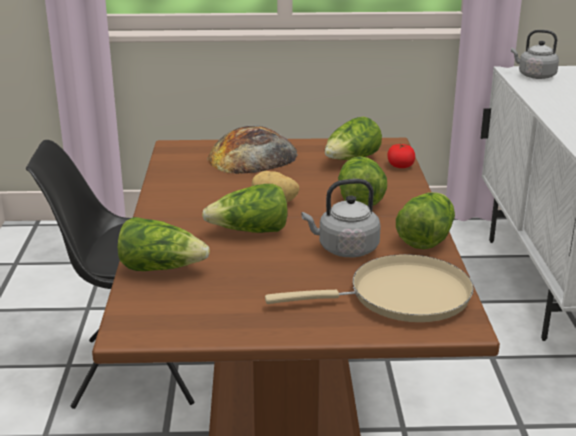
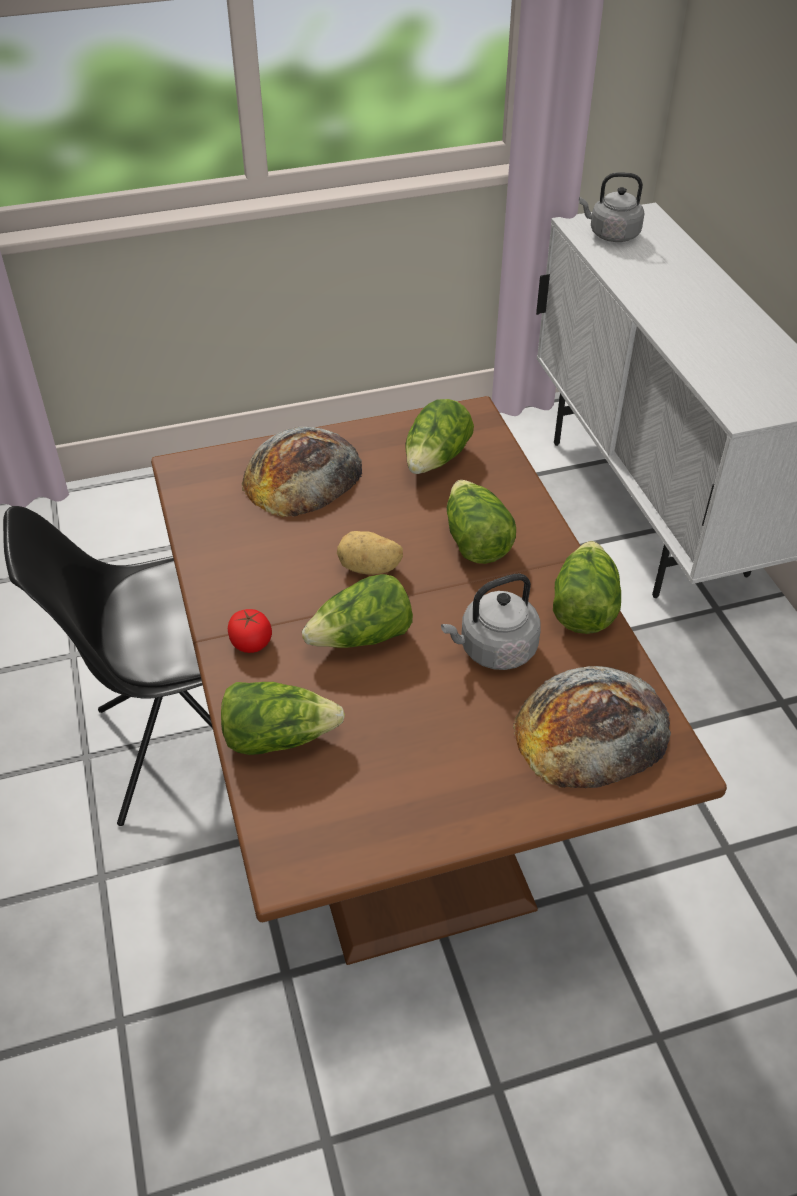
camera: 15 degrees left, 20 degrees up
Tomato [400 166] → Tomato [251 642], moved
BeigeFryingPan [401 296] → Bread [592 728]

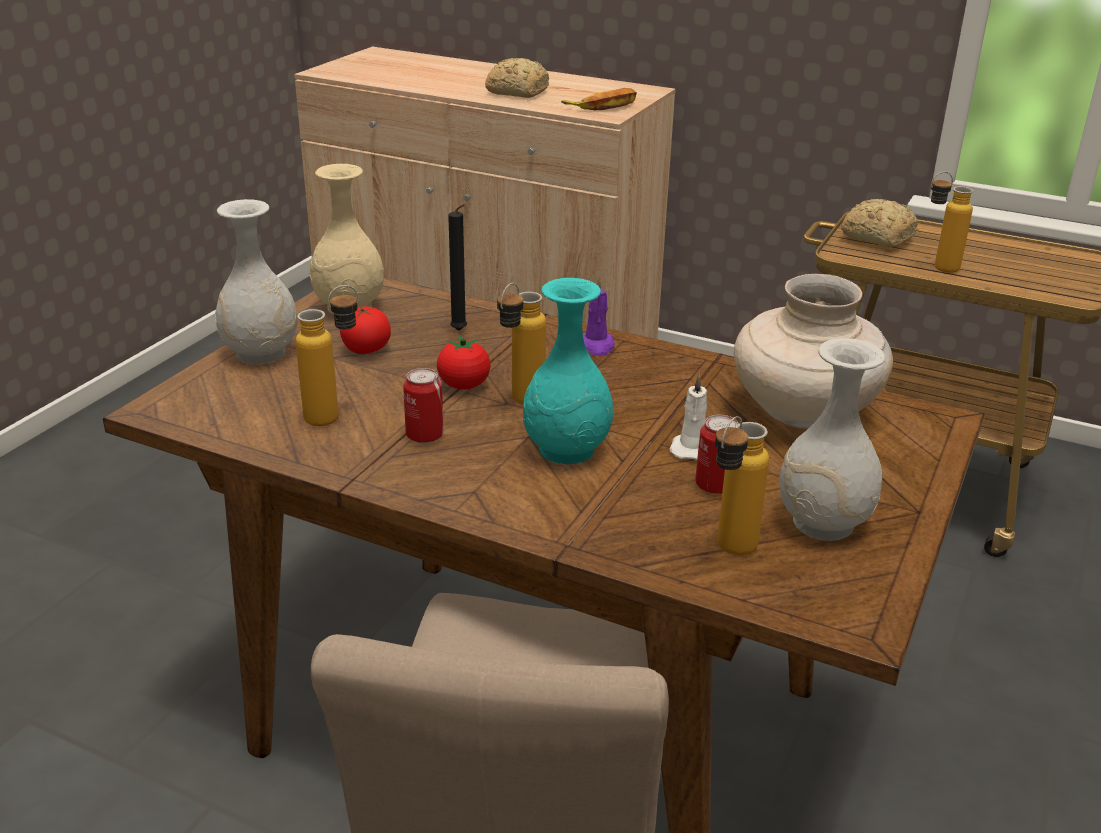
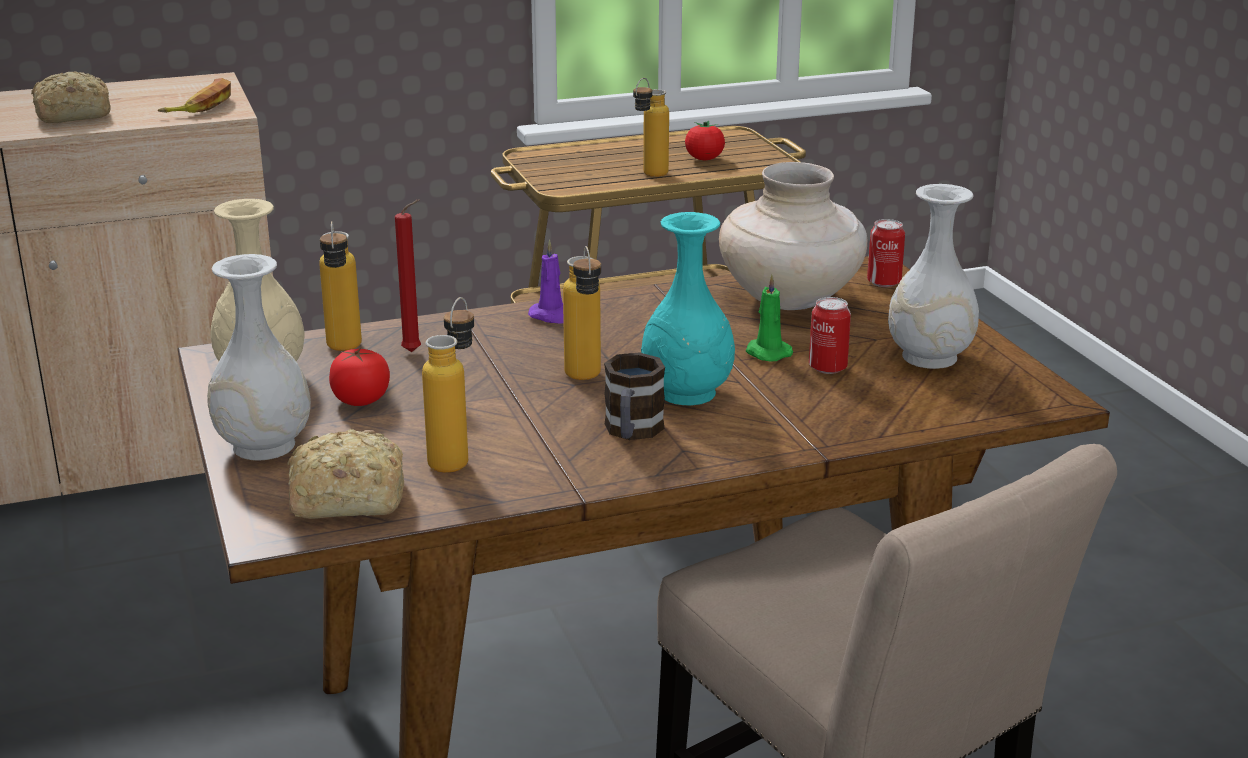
camera: 45 degrees left, 5 degrees down
- → Mug [632 432]
Can [424 435] → Can [884 282], moved
Tomato [464 385] → Tomato [704 159], moved
Bottle [728 553] → Bottle [343 351], moved
Bread [876 237] → Bread [344 498], moved
BlackCandle [460 331] → RedCandle [415 352]
WhiteCandle [691 448] → GreenCandle [766 353]

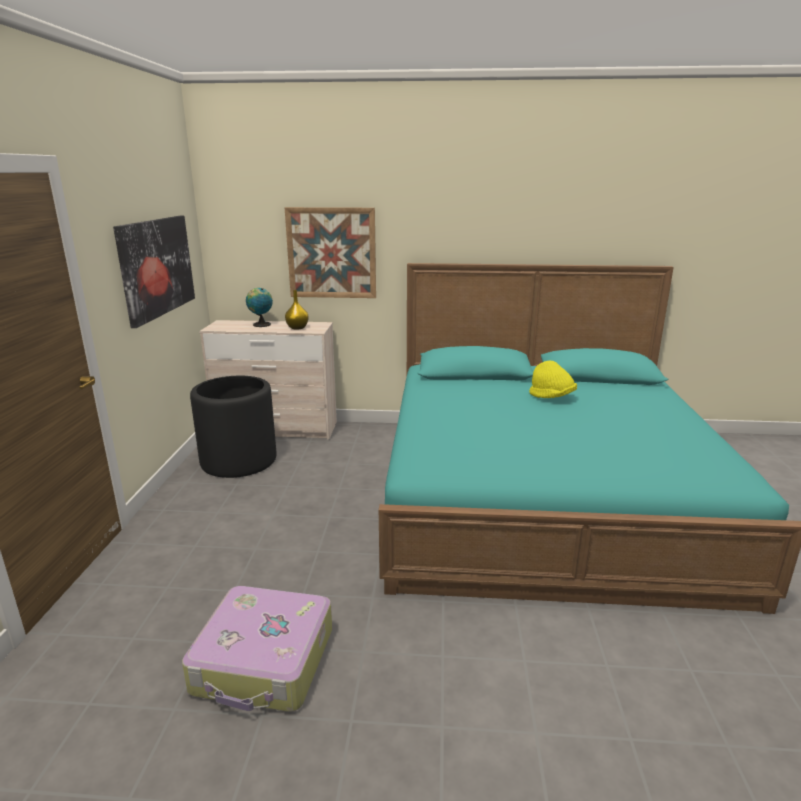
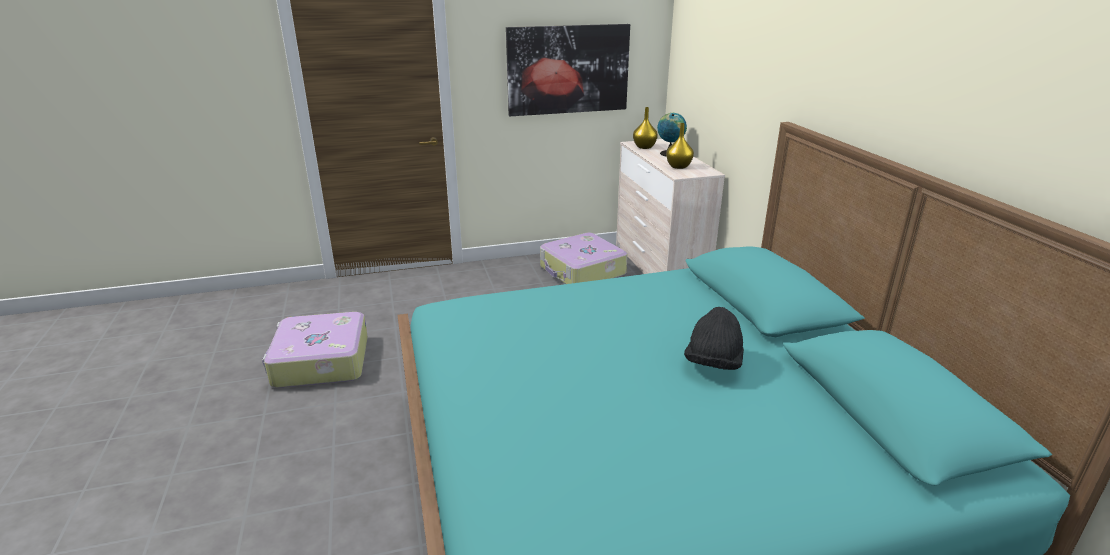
camera: 70 degrees right, 5 degrees up
Picture [331 253] → -
- → YellowVase [644 147]
BlackPlanter [239 460] → Suitcase [582 271]
YellowHat [552 397] → BlackHat [713 364]

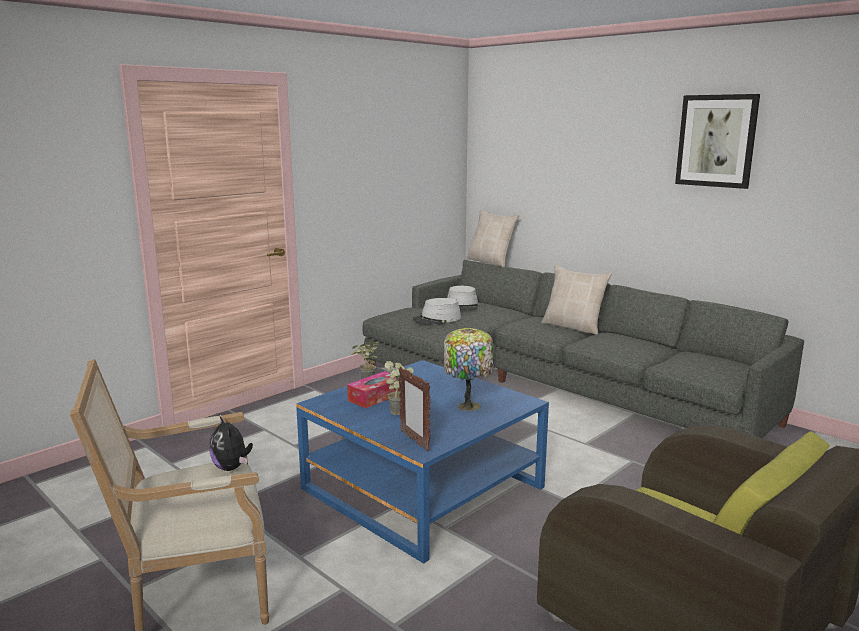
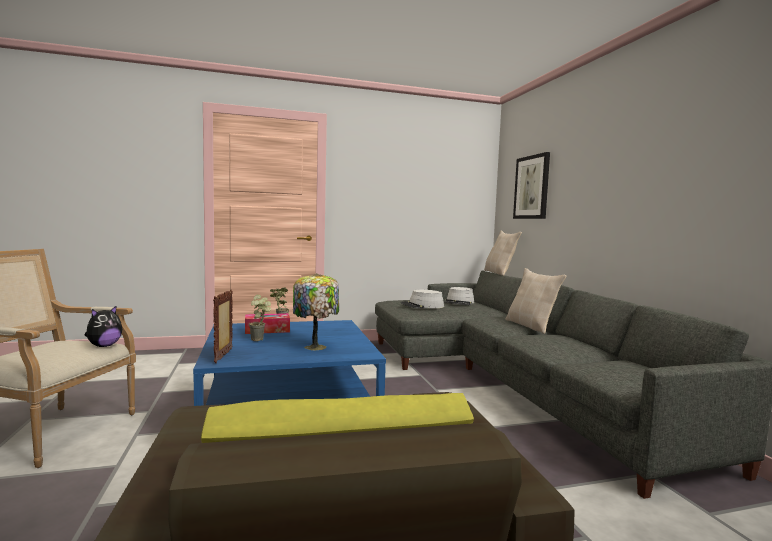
camera: 30 degrees right, 10 degrees down
Picture [716 141] → Picture [532 187], moved
PlushToy [232 467] → PlushToy [104 346], 150 degrees counterclockwise

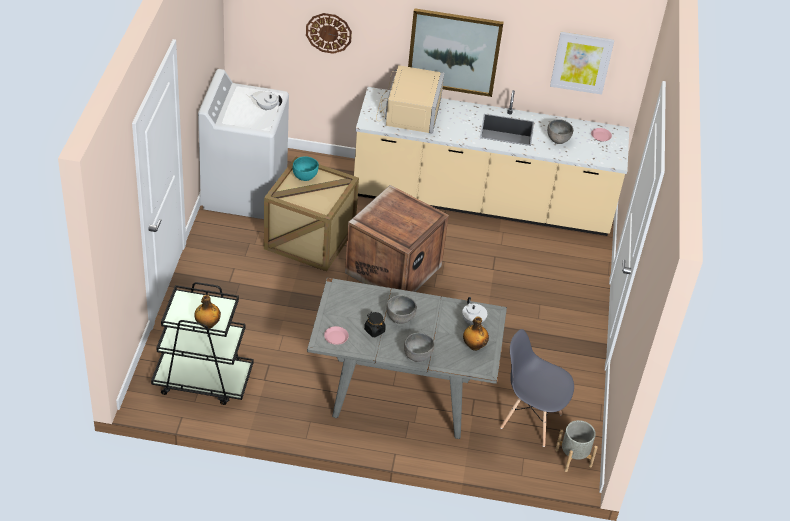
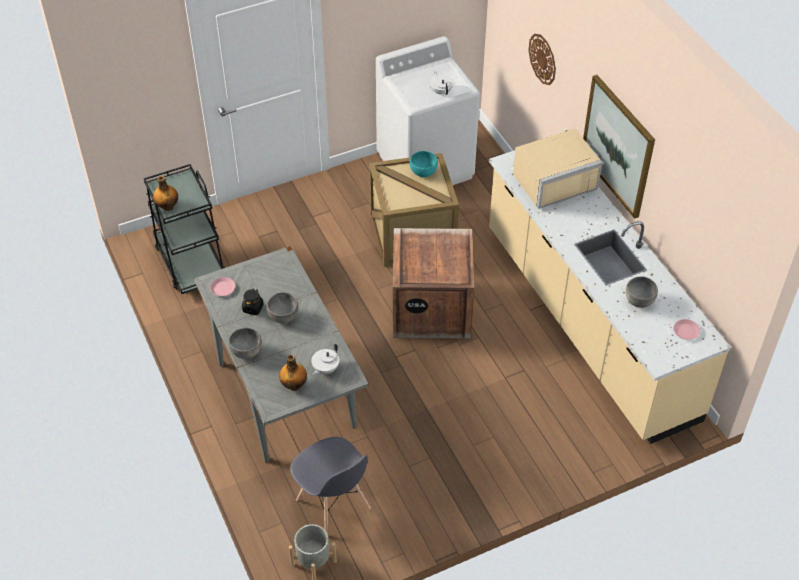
camera: 60 degrees right, 5 degrees up
Picture [581 62] → -
GreyChair [530 420] → GreyChair [333 505], 150 degrees clockwise

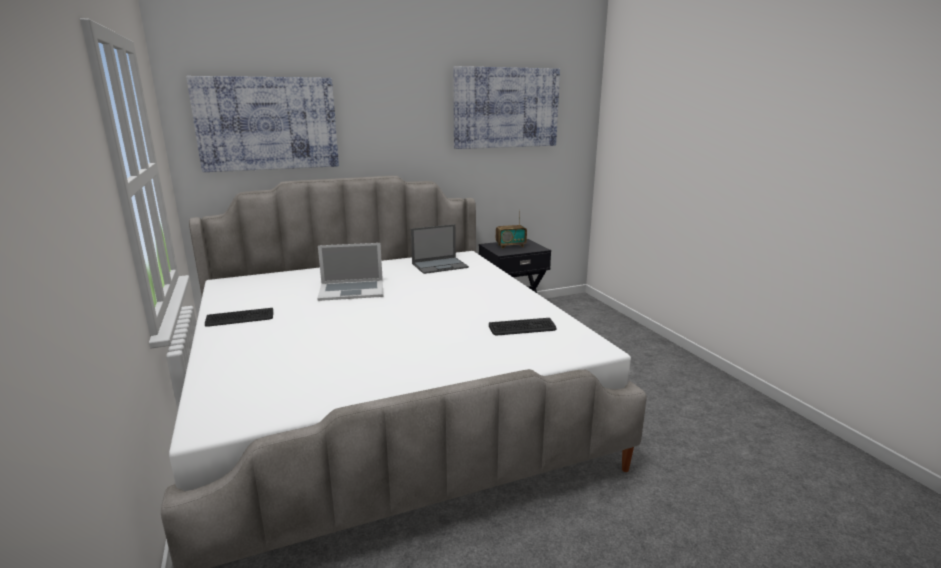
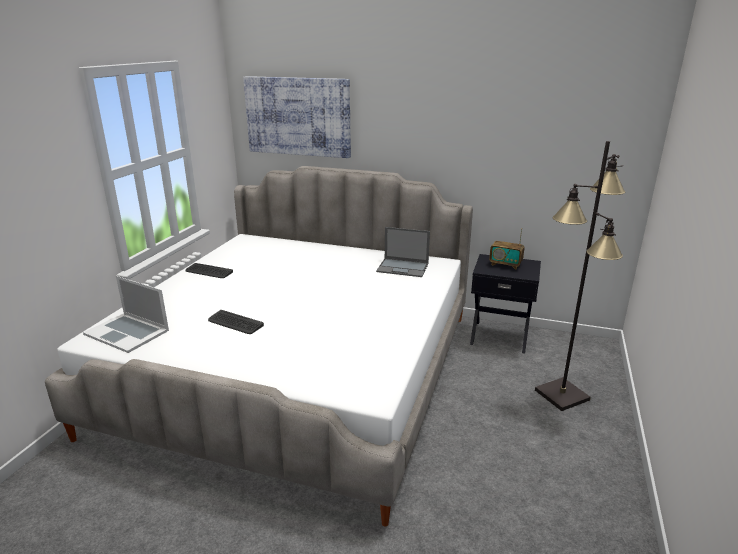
camera: 40 degrees right, 5 degrees up
Picture [505 108] → -
- → BlackFloorLamp [562 395]
Laptop [351 290] → Laptop [127 332], moved
Keyboard [522 328] → Keyboard [235 323], moved

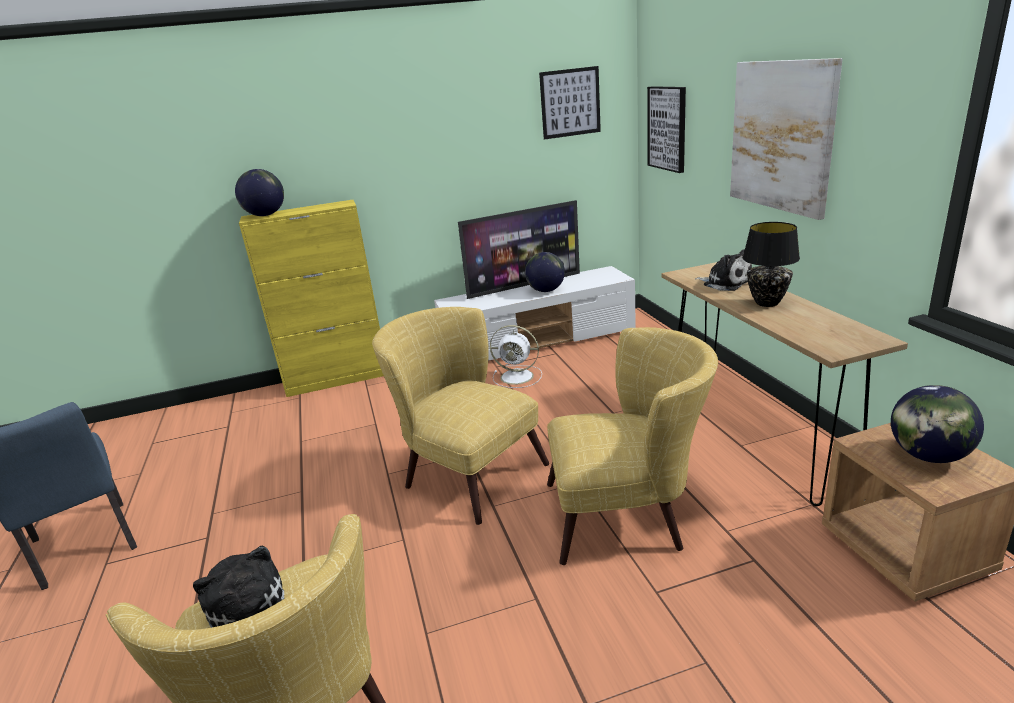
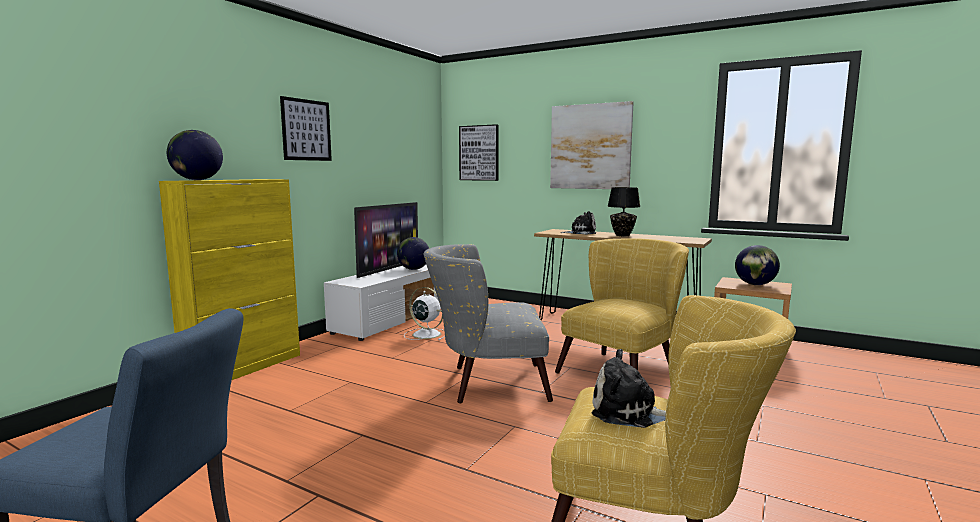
camera: 45 degrees left, 15 degrees down
Picture [570 103] → Picture [306 130], moved
YellowArmchair [466 471] → GreyArmchair [487 383]
WhiteFan [518 377] → WhiteFan [425 334], 120 degrees counterclockwise

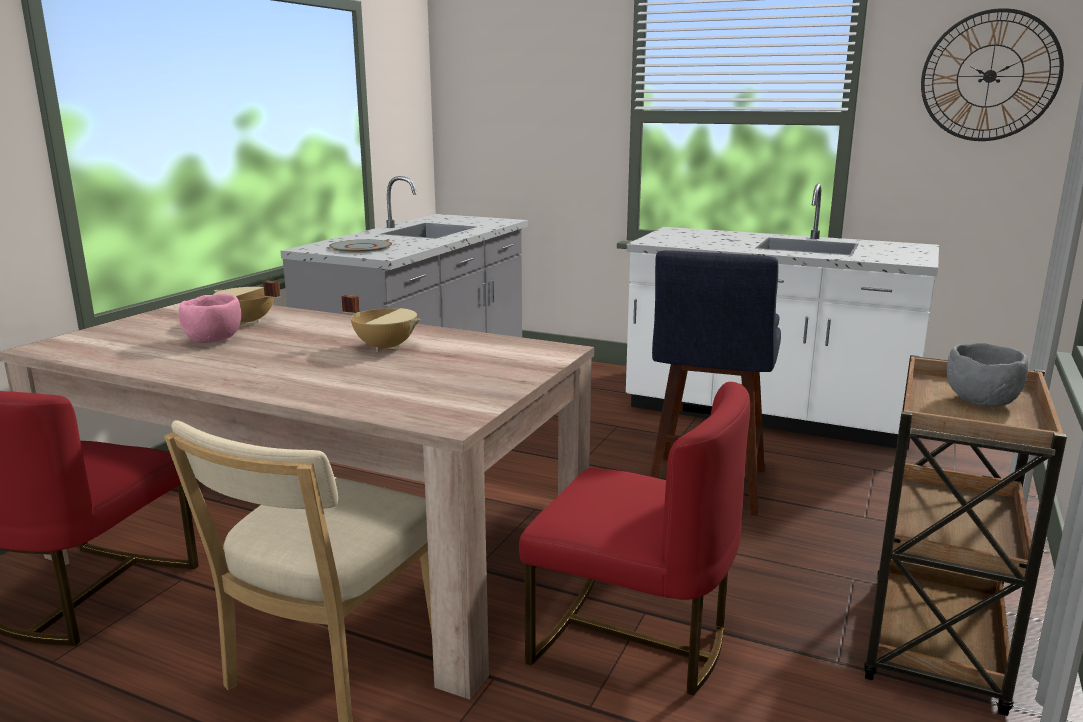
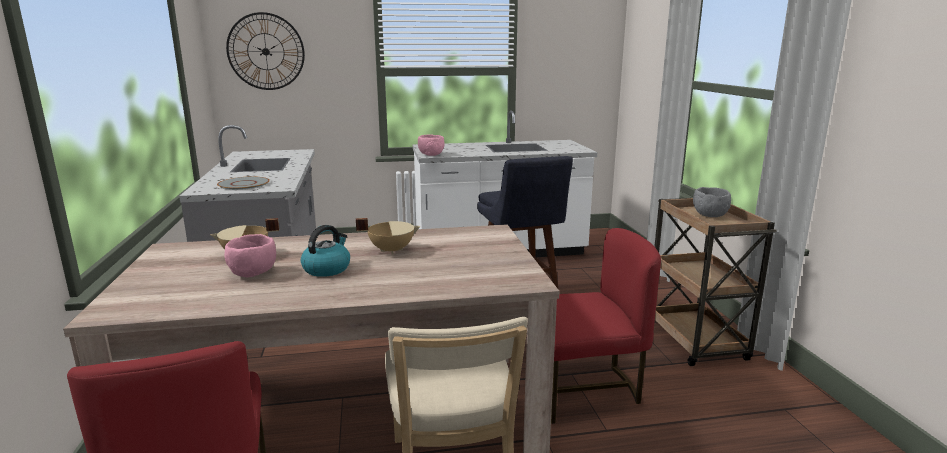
camera: 35 degrees left, 0 degrees up
- → Kettle [327 269]
- → PinkBowl [431 155]
WallClock [989 76] → WallClock [266 51], moved

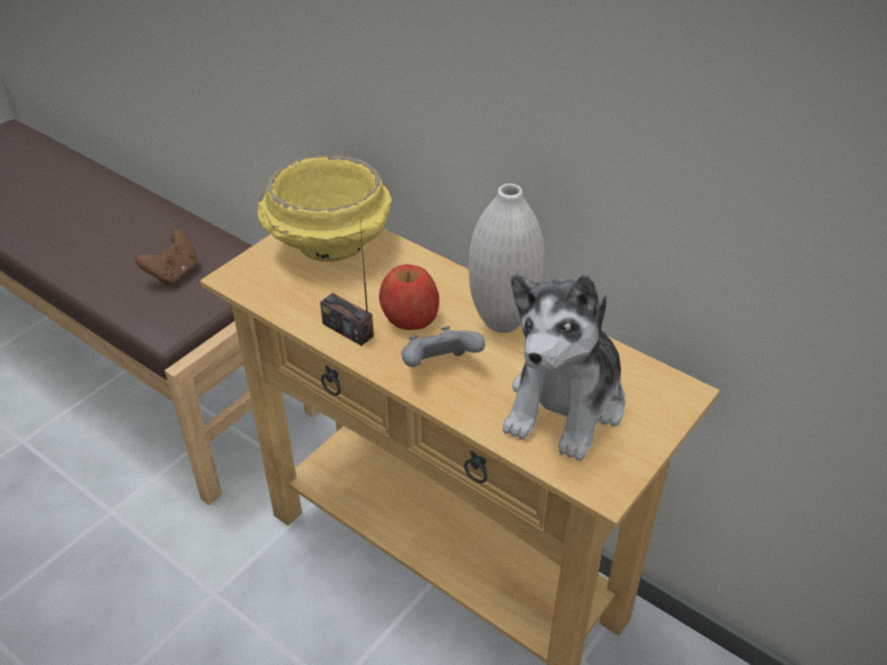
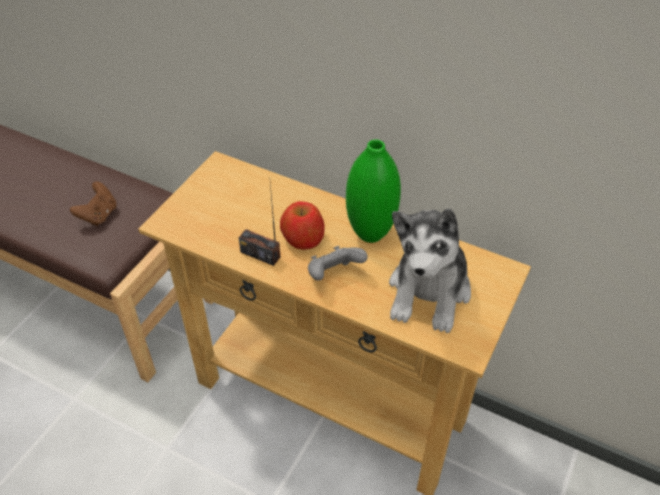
camera: 10 degrees left, 5 degrees up
YellowBowl [329 245] → -
WhiteVase [502 321] → GreenVase [370 234]

